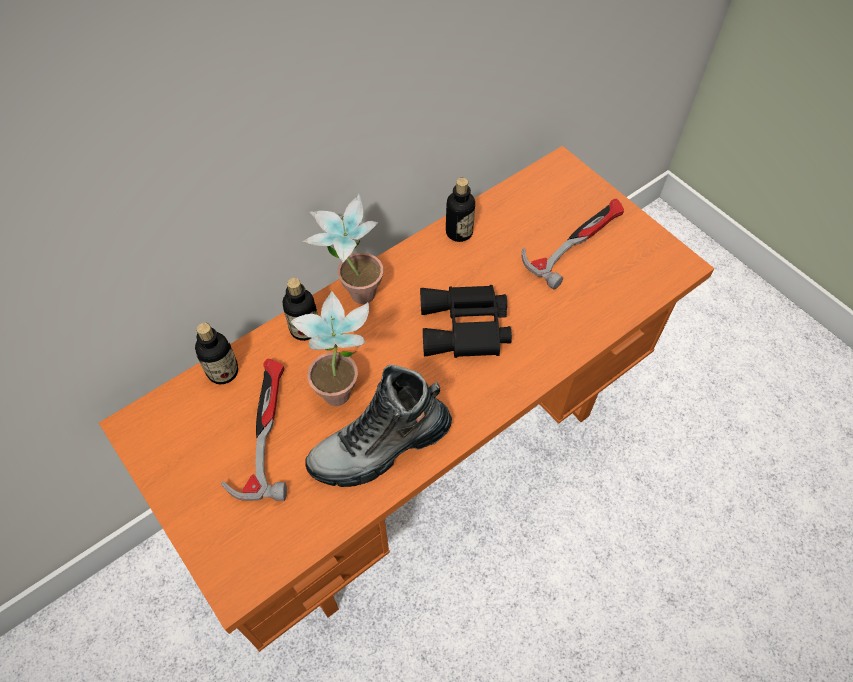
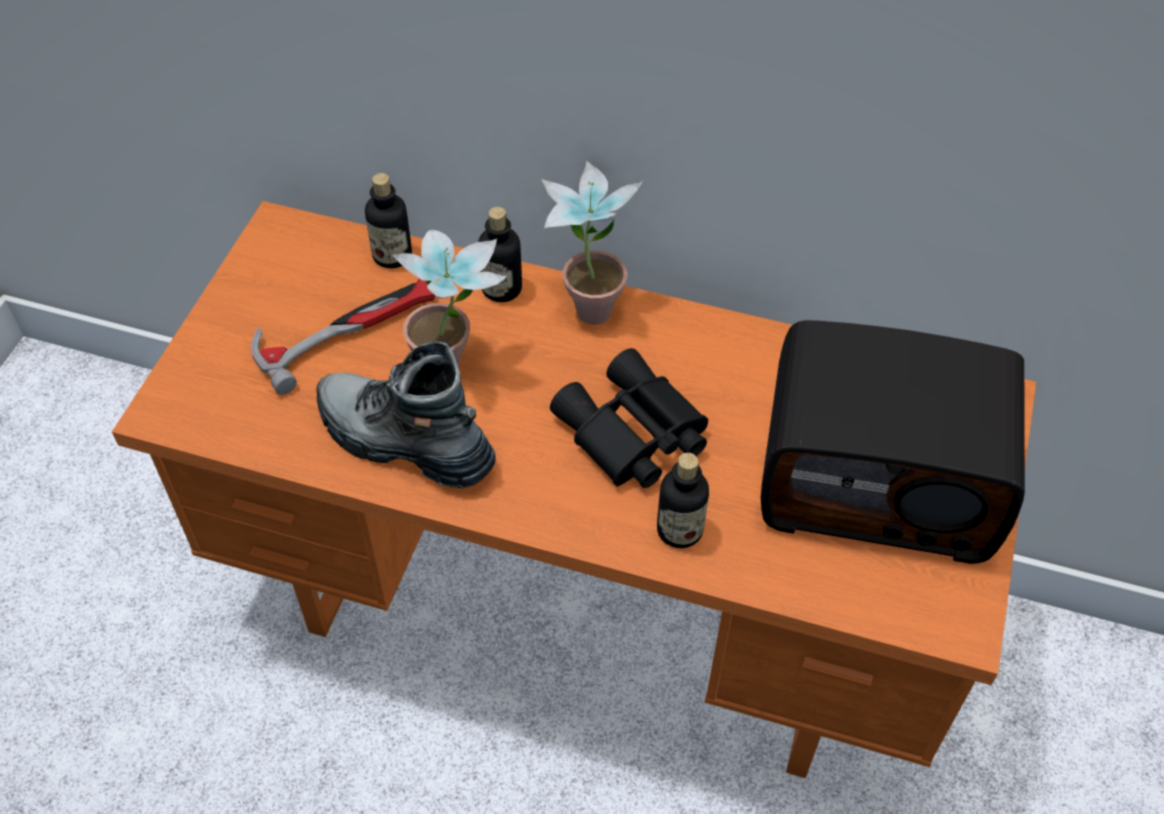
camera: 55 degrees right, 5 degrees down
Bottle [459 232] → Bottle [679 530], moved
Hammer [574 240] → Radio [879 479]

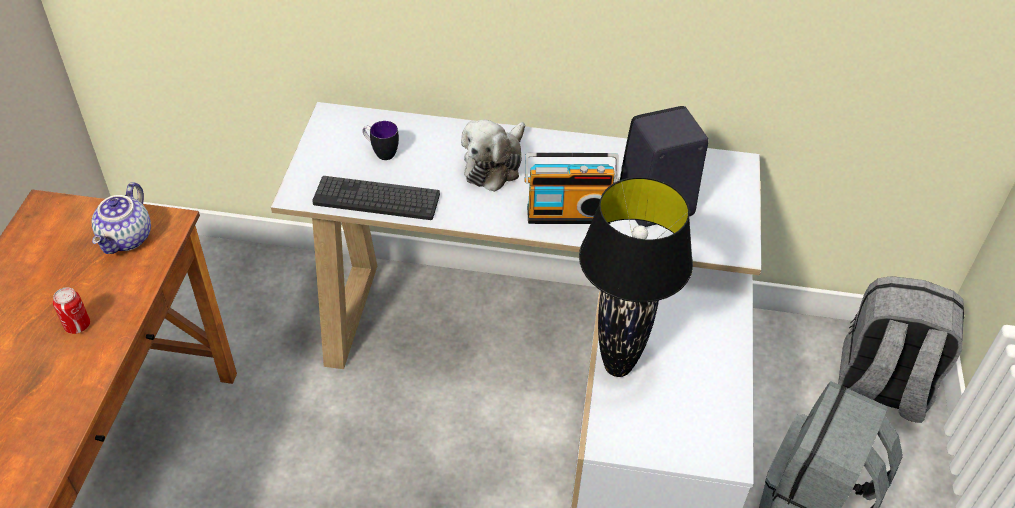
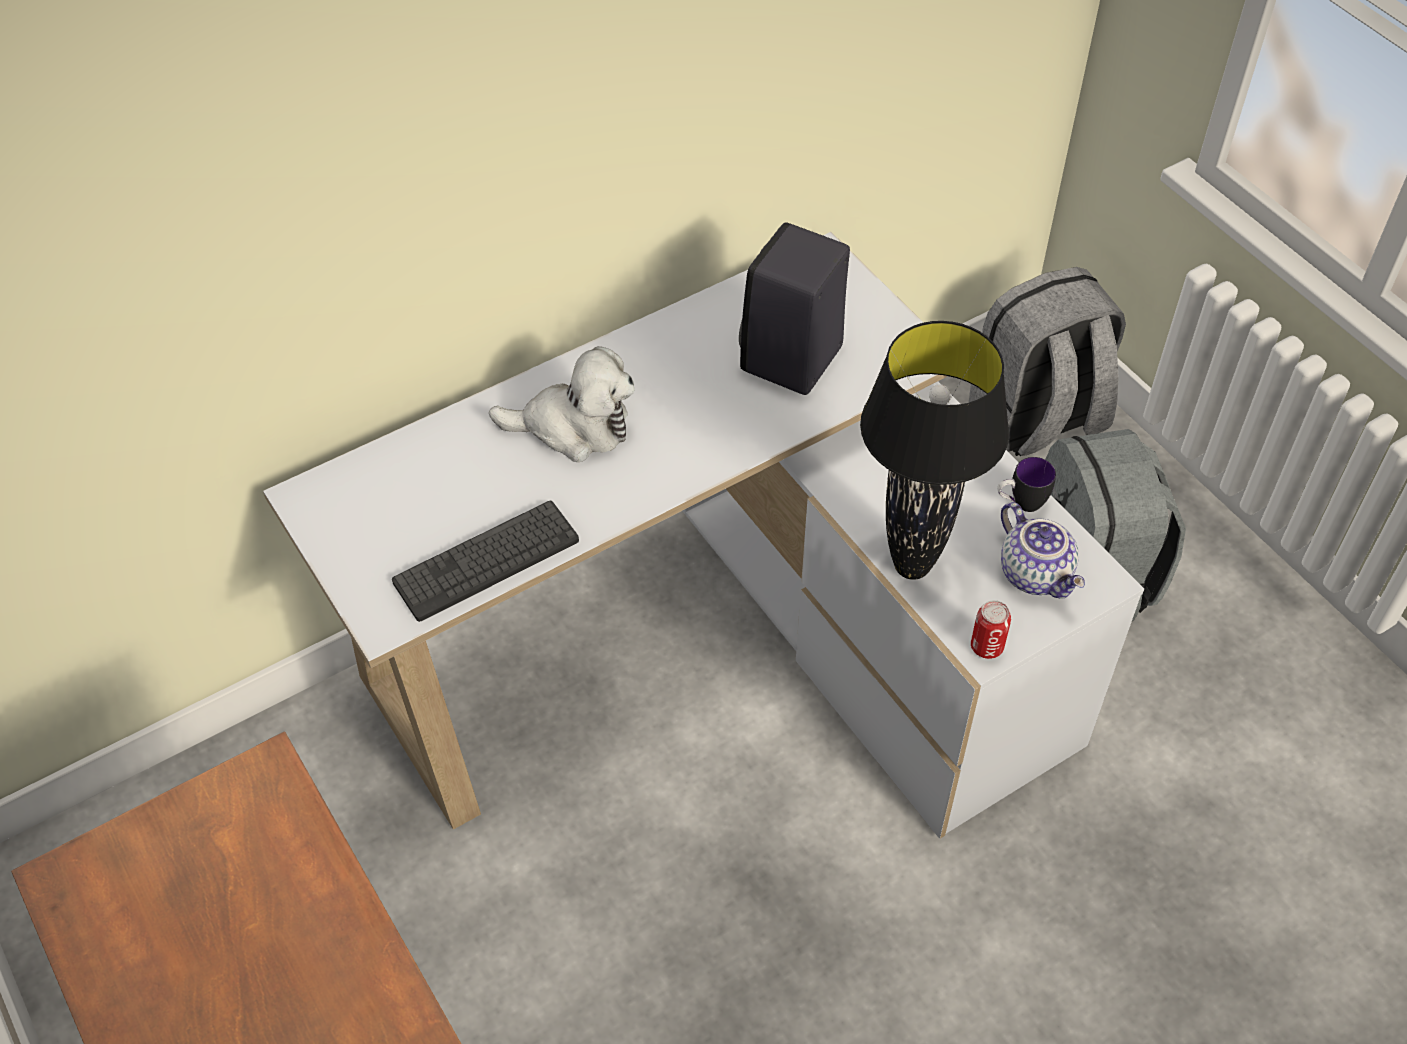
camera: 40 degrees left, 5 degrees up
Radio [568 212] → -
Can [77 325] → Can [987 646], moved
Teapot [127 239] → Teapot [1037 574], moved
Mug [381 152] → Mug [1020 503], moved
PlushToy [495 165] → PlushToy [573 427], 75 degrees counterclockwise

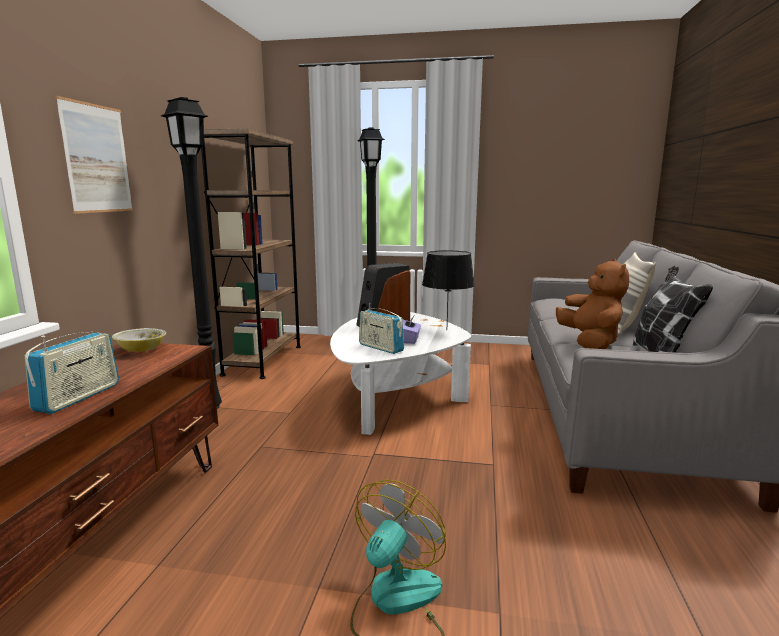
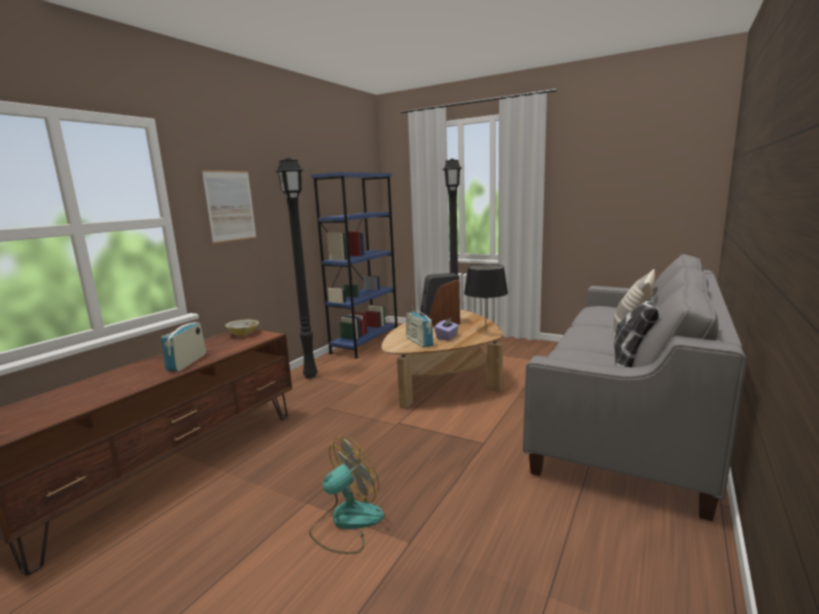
camera: 20 degrees right, 0 degrees up
BrownPlushToy [590 343] → -
BrownBookcase [263 360] → BlueBookcase [365 343]
WhiteCoffeeTable [395 395] → BrownCoffeeTable [444 380]
Radio [78 397] → Radio [187 362], 150 degrees clockwise

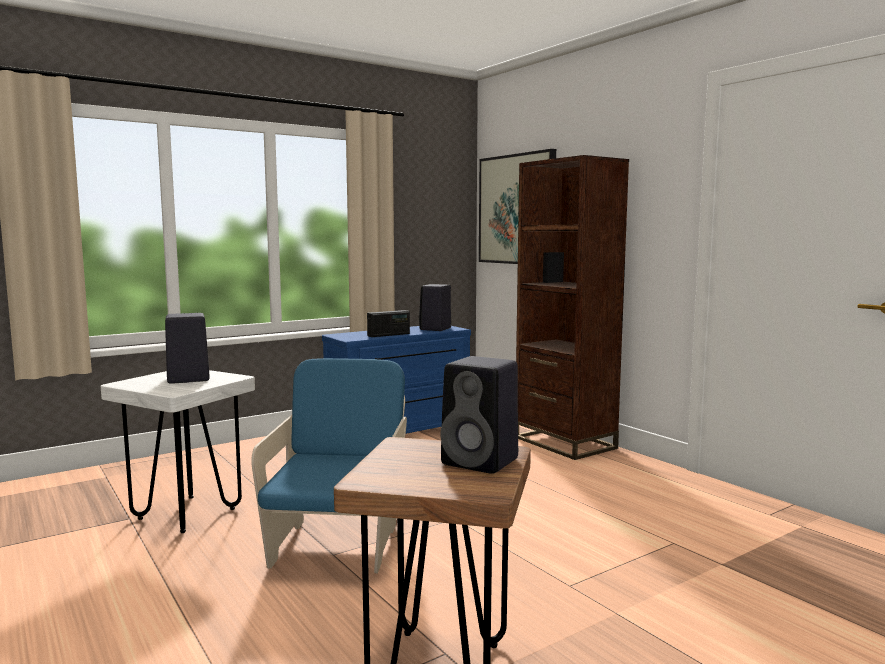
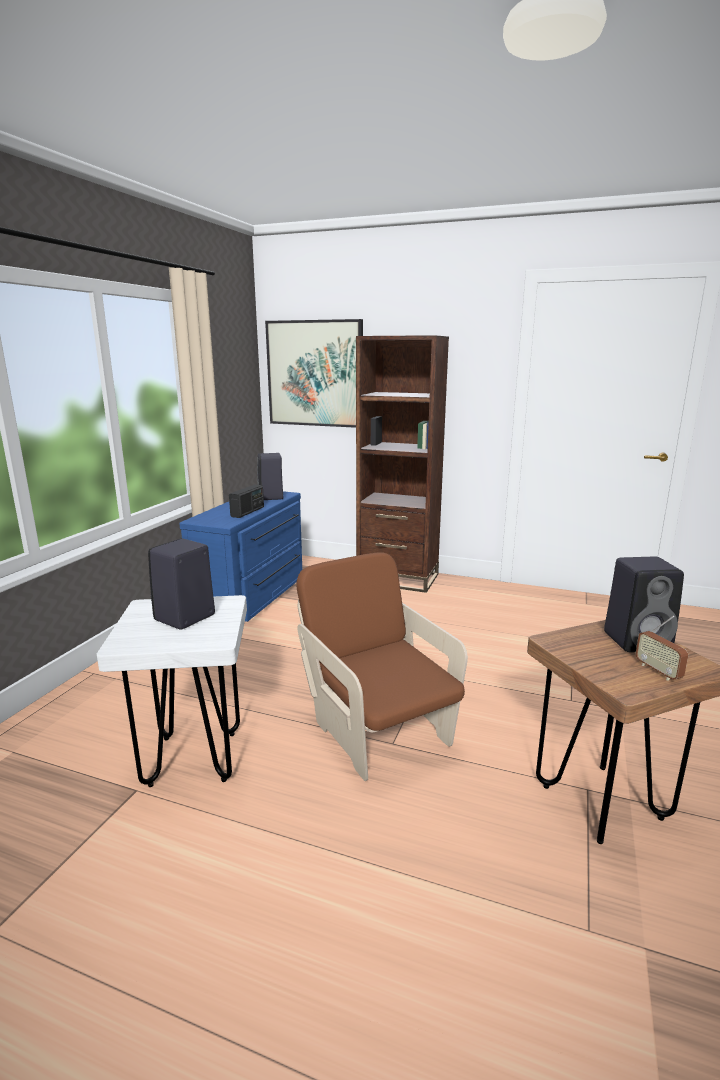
camera: 35 degrees left, 10 degrees up
- → Radio [658 671]
BlueArmchair [337 542] → BrownArmchair [377 730]

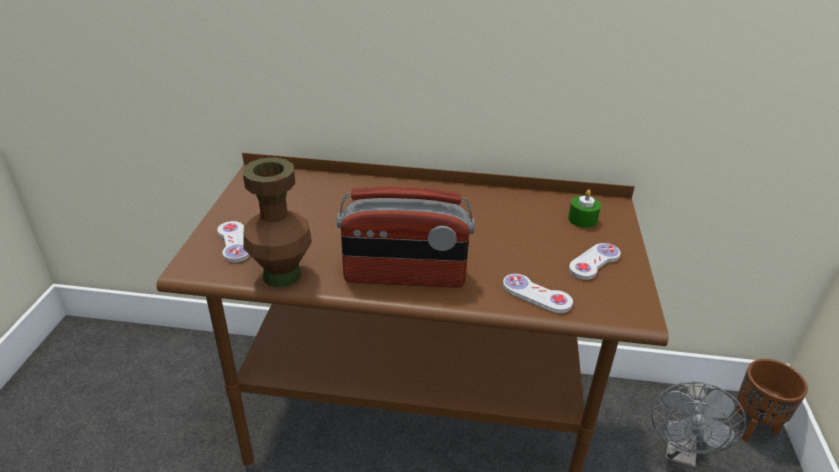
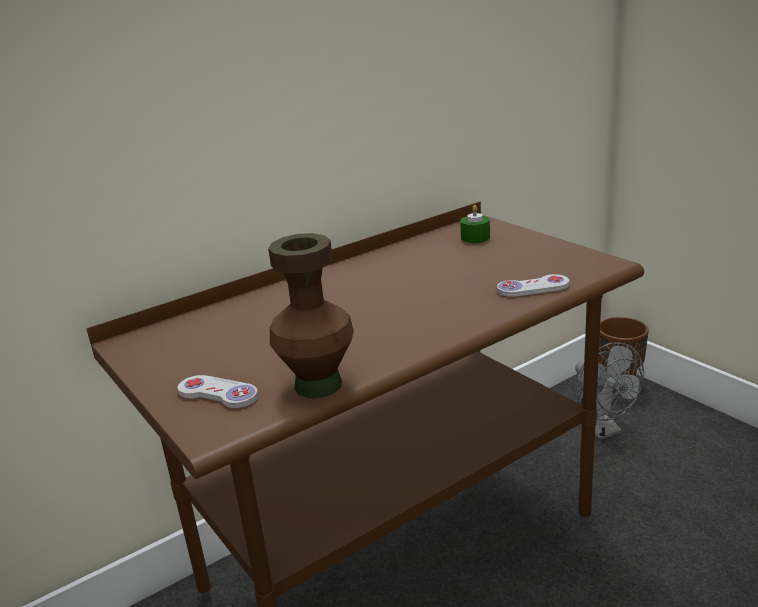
camera: 40 degrees left, 10 degrees down
Radio [405 276] → -
WhiteGameController [594 262] → -

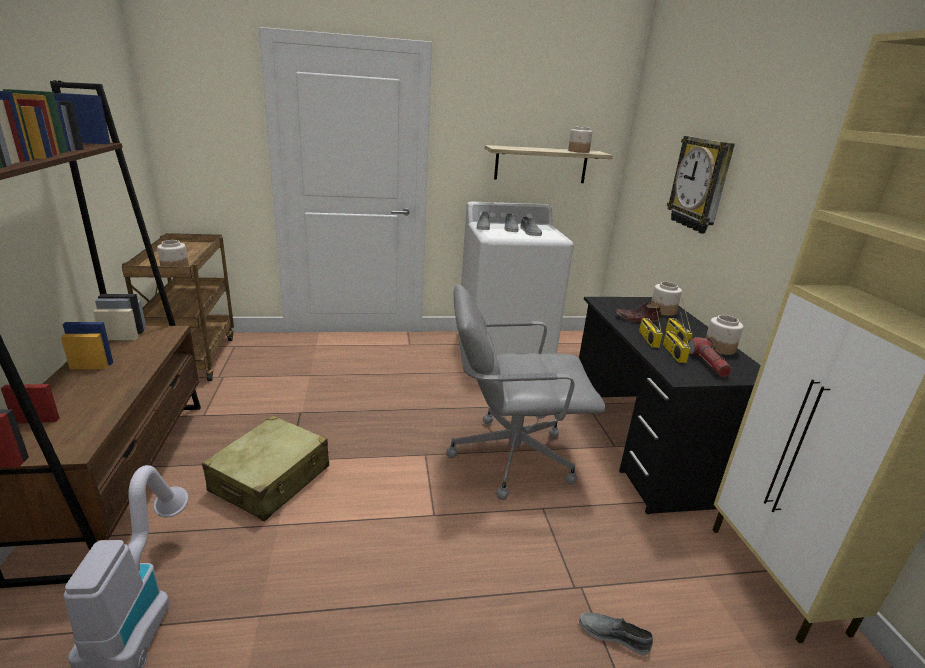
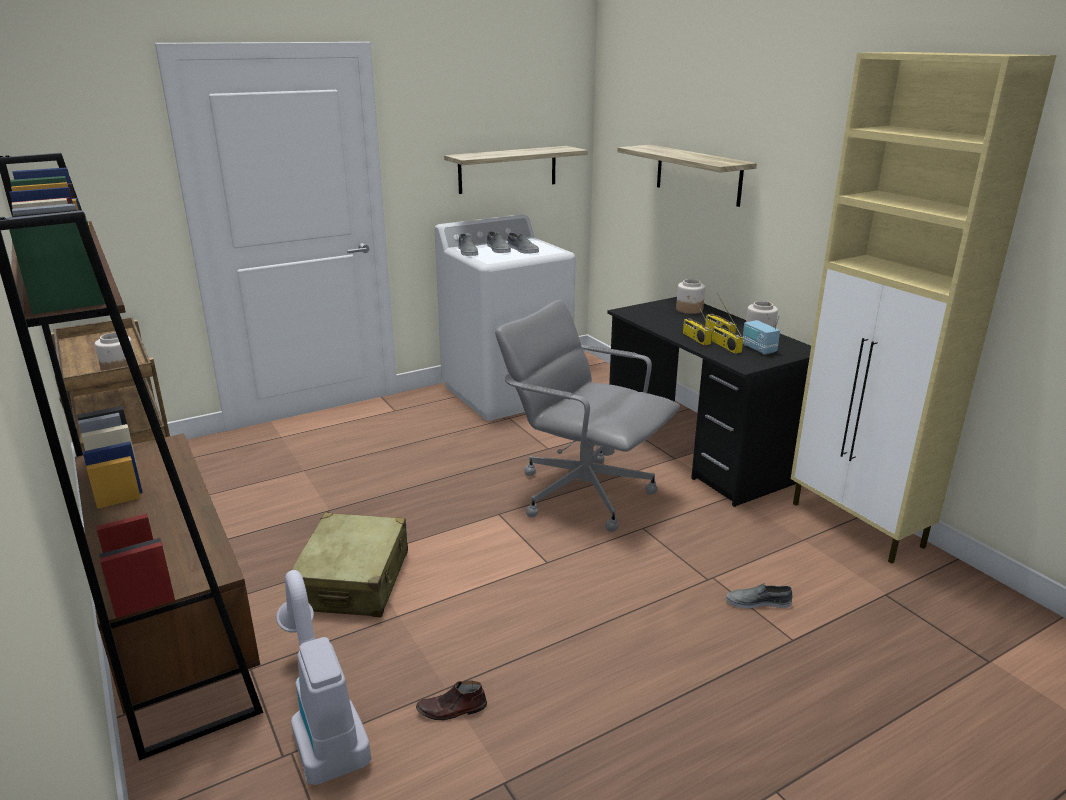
camera: 20 degrees left, 0 degrees up
Jar [578 151] → -
BrownShoe [637 320] → BrownShoe [452 709], moved
WallClock [700 184] → Shelf [698 174]
Flashlight [707 363] → Radio [758 349]
GreyOfficeChair [510 456] → GreyOfficeChair [583 493], 60 degrees clockwise

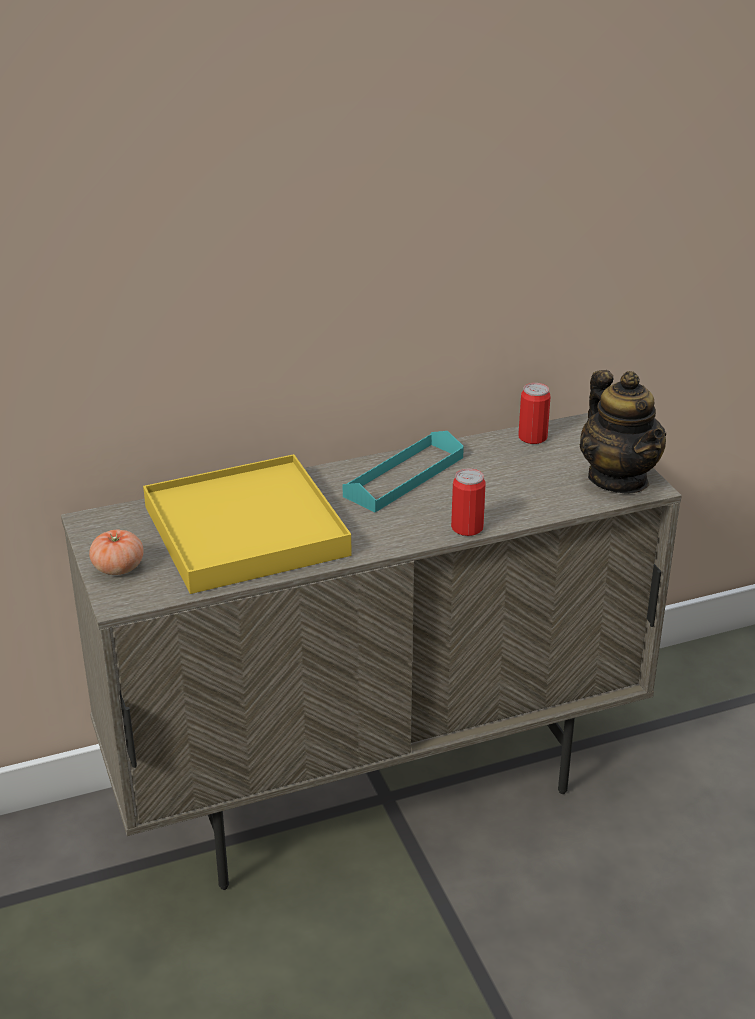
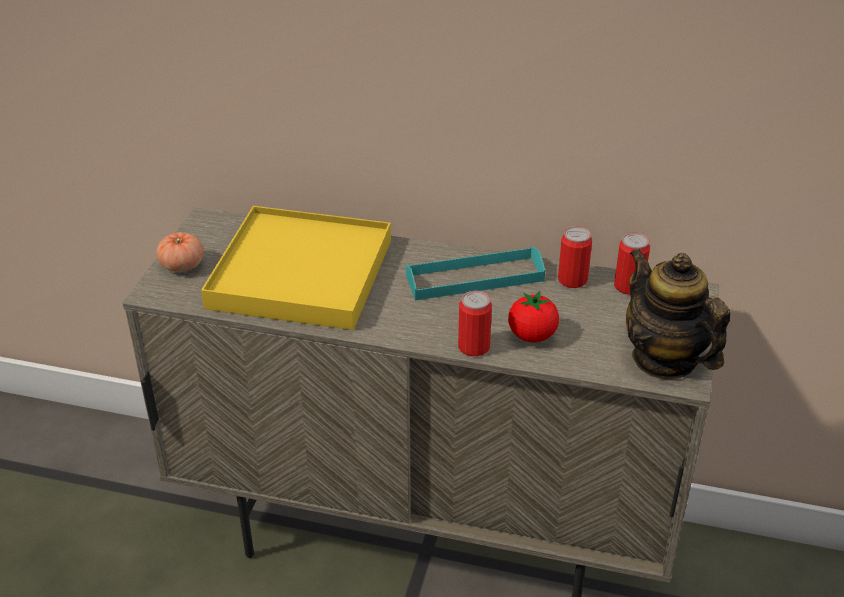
camera: 35 degrees right, 5 degrees up
- → Tomato [532 336]
- → Can [572 280]
Teapot [618 479] → Teapot [664 359], 135 degrees clockwise

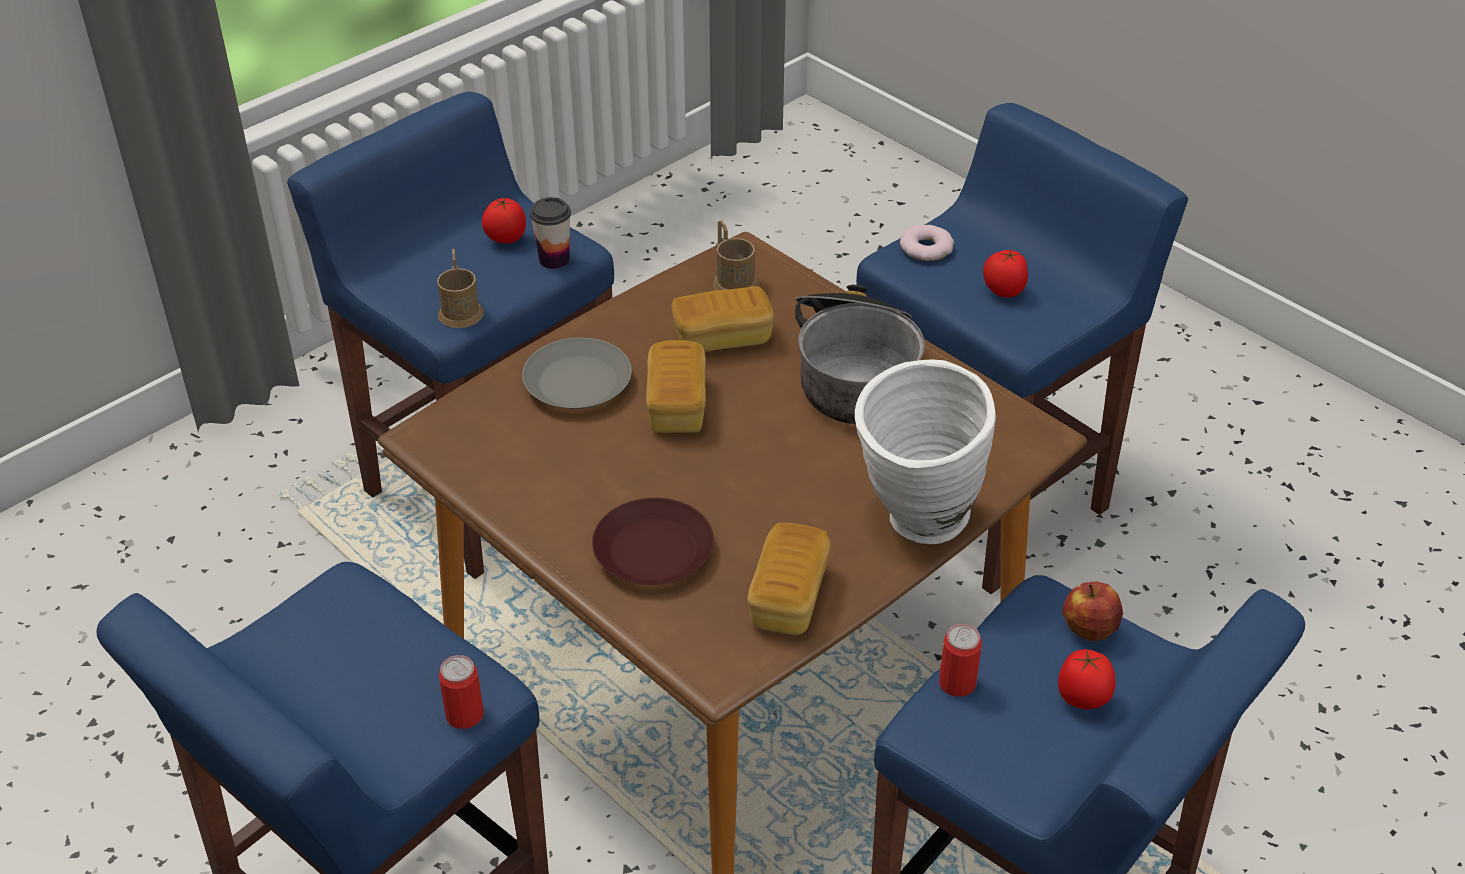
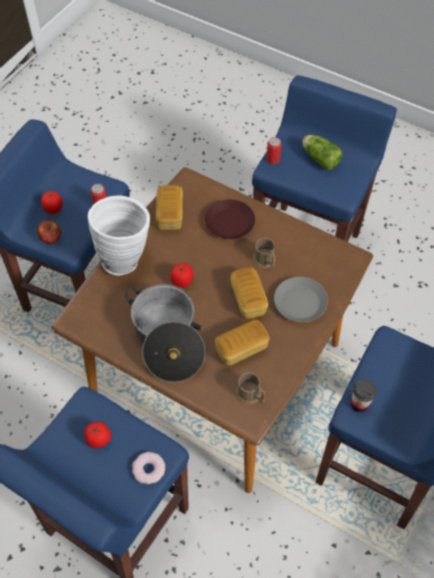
camera: 165 degrees right, 15 degrees up
- → Lettuce [319 158]
BrownMug [460 309] → BrownMug [265 261], moved
Tomato [505 239] → Tomato [182 281], moved

